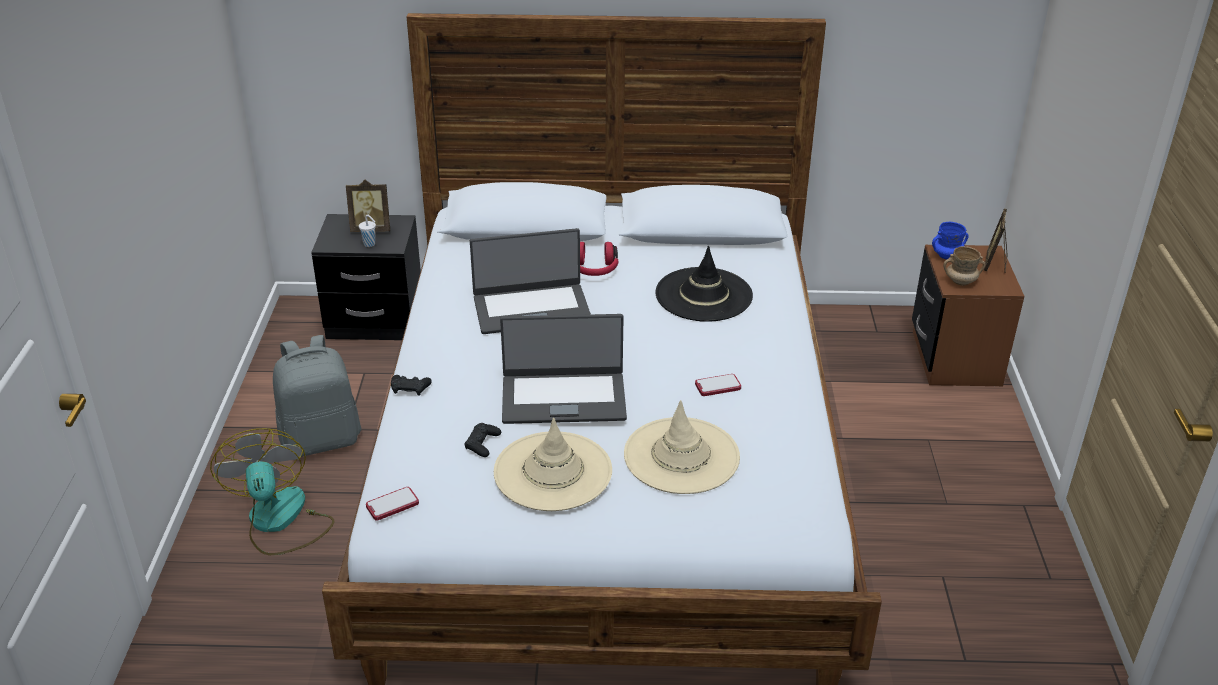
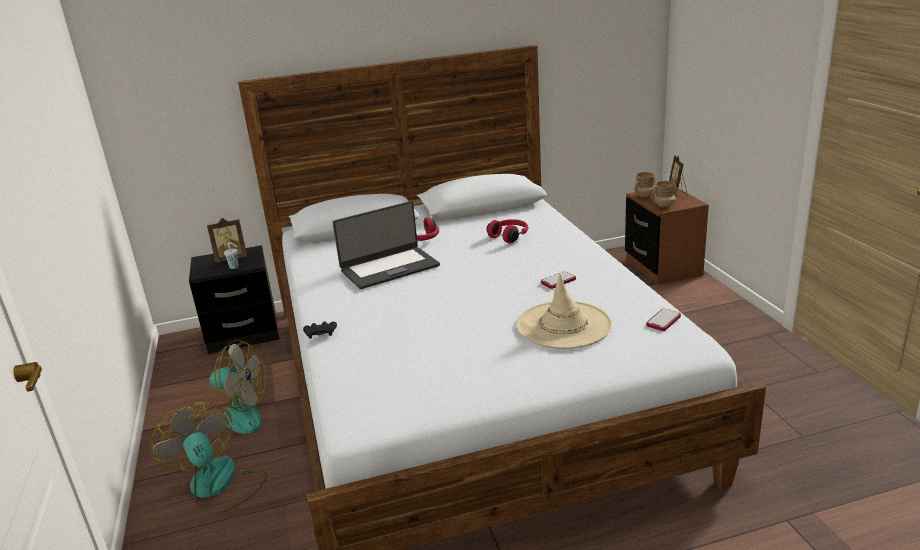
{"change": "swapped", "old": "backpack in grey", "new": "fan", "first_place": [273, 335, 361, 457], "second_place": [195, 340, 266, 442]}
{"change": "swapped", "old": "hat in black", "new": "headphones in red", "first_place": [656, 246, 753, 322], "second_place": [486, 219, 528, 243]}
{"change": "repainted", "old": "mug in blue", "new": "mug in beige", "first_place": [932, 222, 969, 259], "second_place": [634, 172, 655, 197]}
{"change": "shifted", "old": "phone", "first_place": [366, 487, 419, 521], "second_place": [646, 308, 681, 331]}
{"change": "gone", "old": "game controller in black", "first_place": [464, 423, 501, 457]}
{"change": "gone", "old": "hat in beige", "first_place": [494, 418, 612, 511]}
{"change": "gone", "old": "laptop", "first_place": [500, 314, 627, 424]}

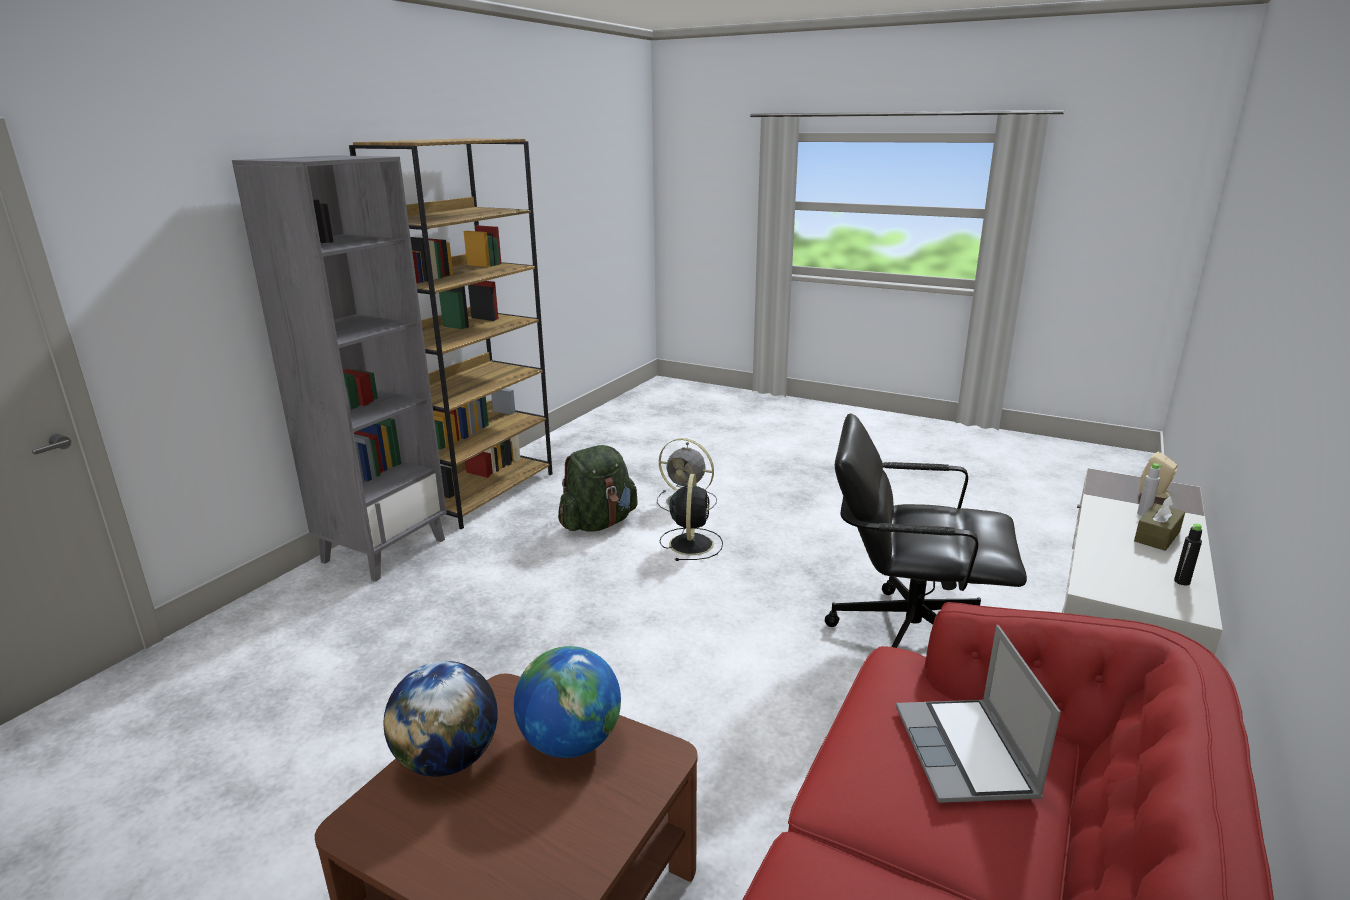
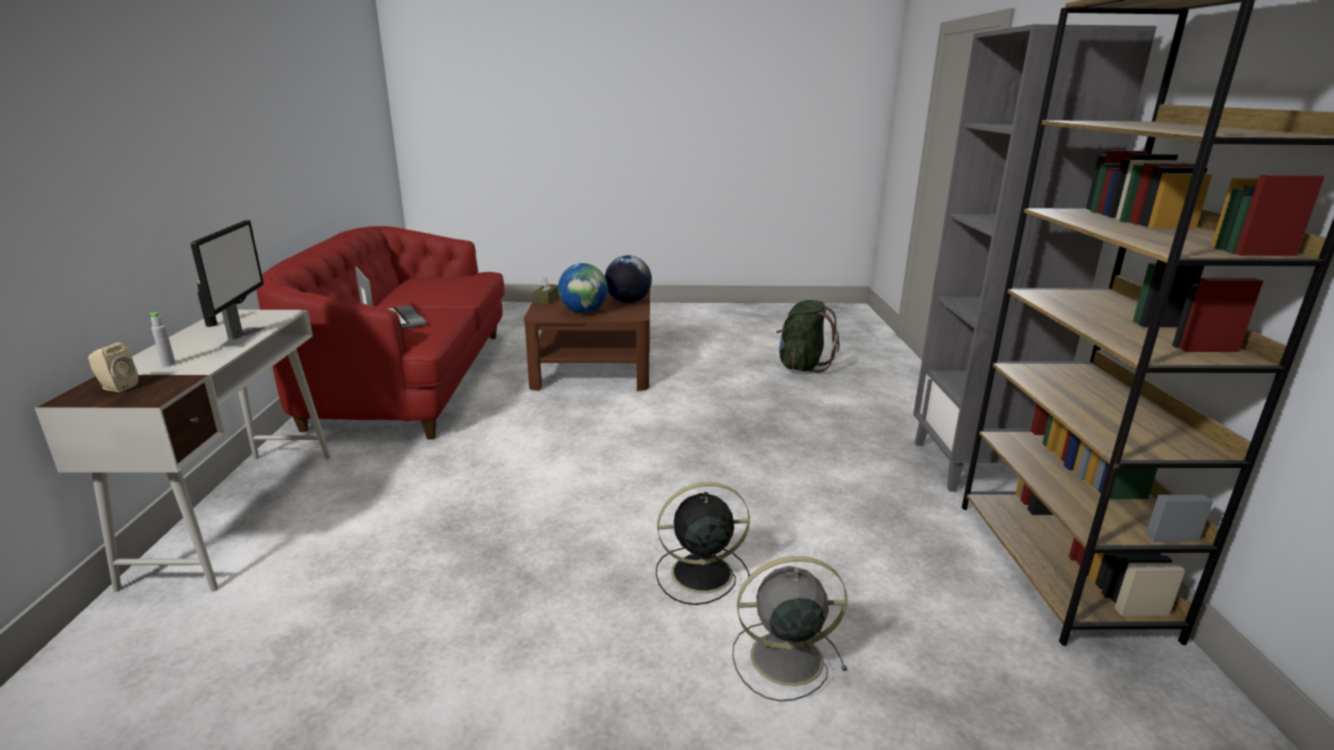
{"change": "new", "new": "monitor", "second_place": [190, 220, 266, 348]}
{"change": "shifted", "old": "tissue box in brown", "first_place": [1134, 496, 1185, 551], "second_place": [534, 277, 560, 305]}
{"change": "rotated", "old": "fan in black", "first_place": [660, 474, 723, 561], "second_place": [656, 482, 750, 605], "degrees": 105}
{"change": "shifted", "old": "backpack in green", "first_place": [558, 445, 638, 532], "second_place": [776, 300, 839, 373]}
{"change": "gone", "old": "office chair in black", "first_place": [825, 413, 1027, 648]}

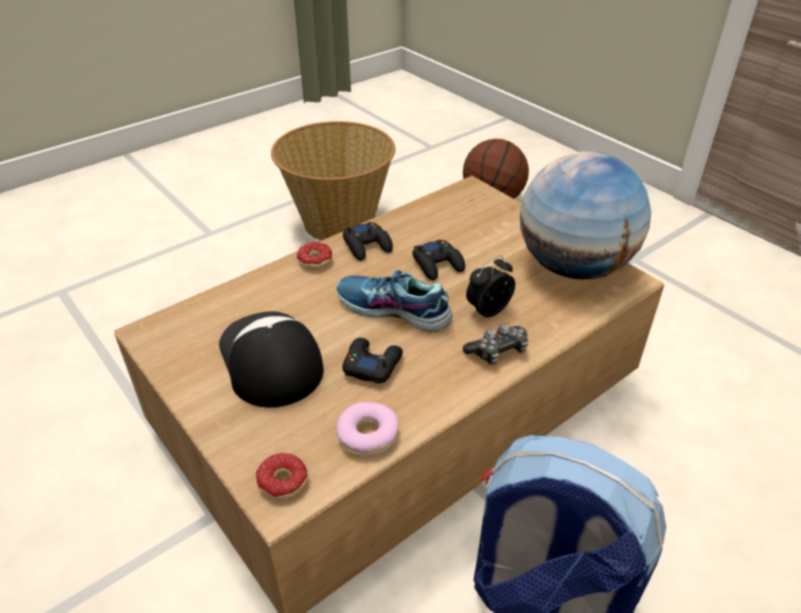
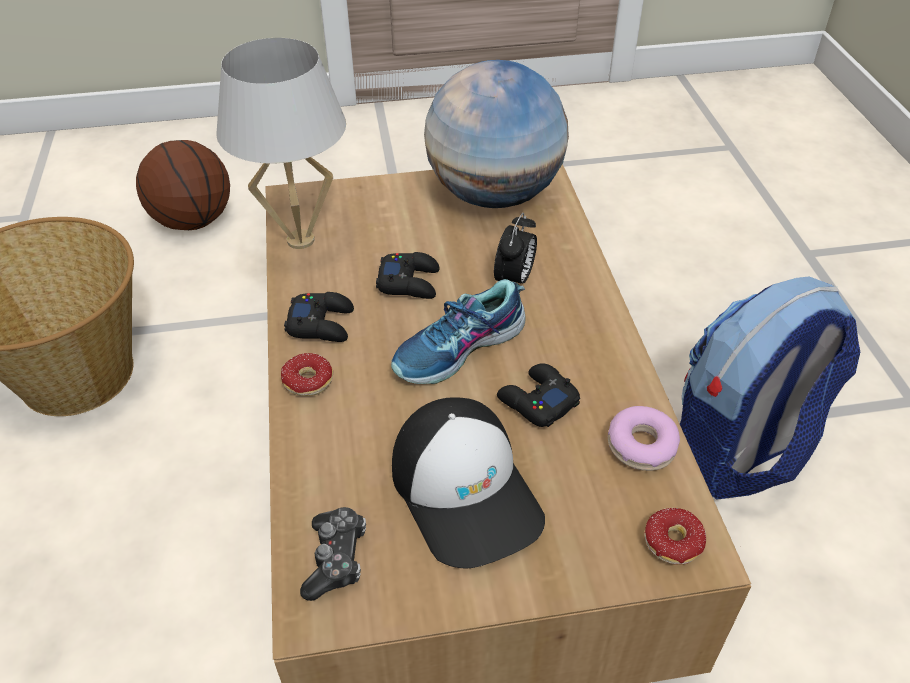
{"change": "new", "new": "table lamp in white", "second_place": [216, 38, 346, 249]}
{"change": "shifted", "old": "game controller", "first_place": [463, 324, 528, 365], "second_place": [300, 507, 366, 601]}
{"change": "rotated", "old": "cap", "first_place": [219, 311, 323, 408], "second_place": [392, 397, 545, 568], "degrees": -120}
{"change": "rotated", "old": "alarm clock", "first_place": [466, 256, 515, 317], "second_place": [494, 213, 537, 283], "degrees": -150}

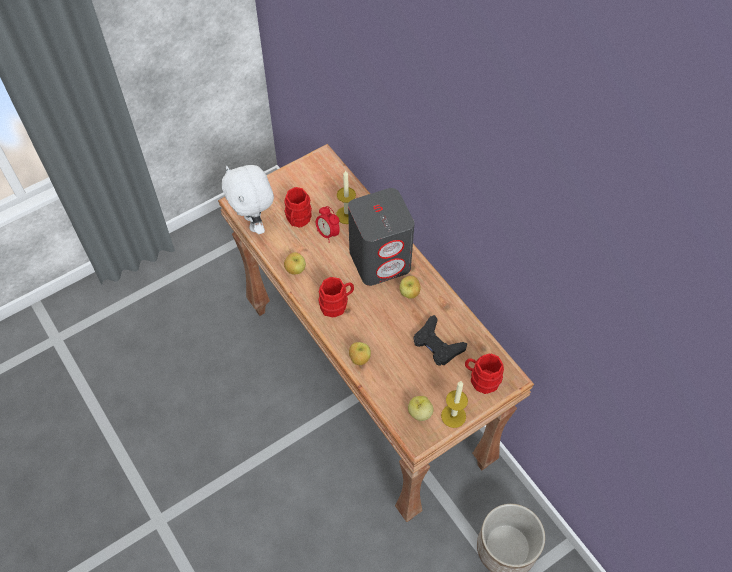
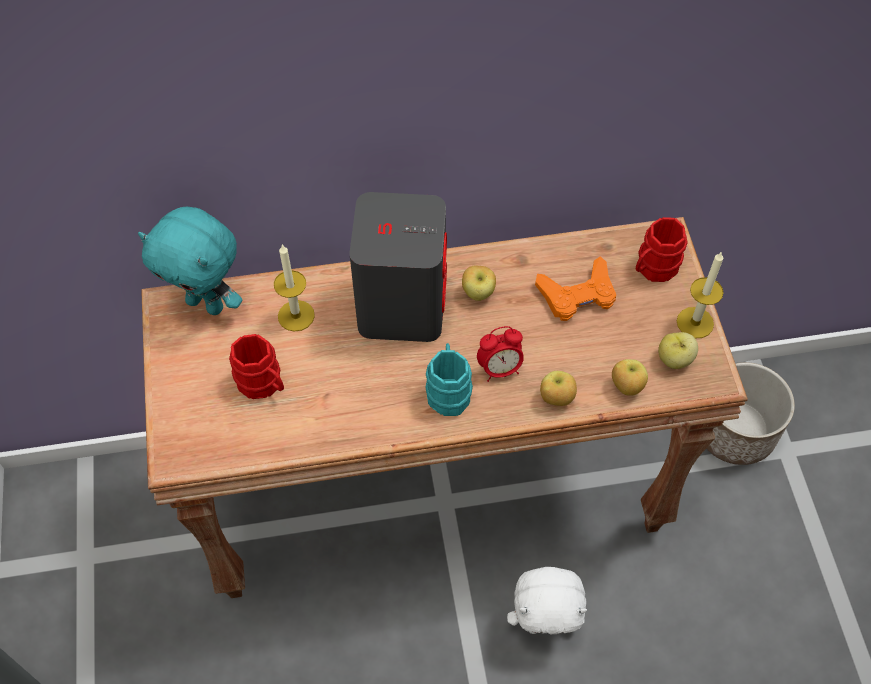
{"change": "new", "new": "plush toy in turquoise", "second_place": [138, 207, 242, 315]}
{"change": "repainted", "old": "mug in red", "new": "mug in turquoise", "first_place": [318, 277, 354, 317], "second_place": [425, 343, 473, 416]}
{"change": "shifted", "old": "alarm clock", "first_place": [316, 206, 340, 243], "second_place": [477, 326, 524, 382]}
{"change": "shifted", "old": "plush toy in white", "first_place": [222, 165, 274, 234], "second_place": [507, 567, 587, 635]}
{"change": "repainted", "old": "game controller in black", "new": "game controller in orange", "first_place": [413, 315, 467, 366], "second_place": [535, 256, 616, 321]}
{"change": "shifted", "old": "apple", "first_place": [284, 252, 306, 275], "second_place": [612, 359, 648, 396]}

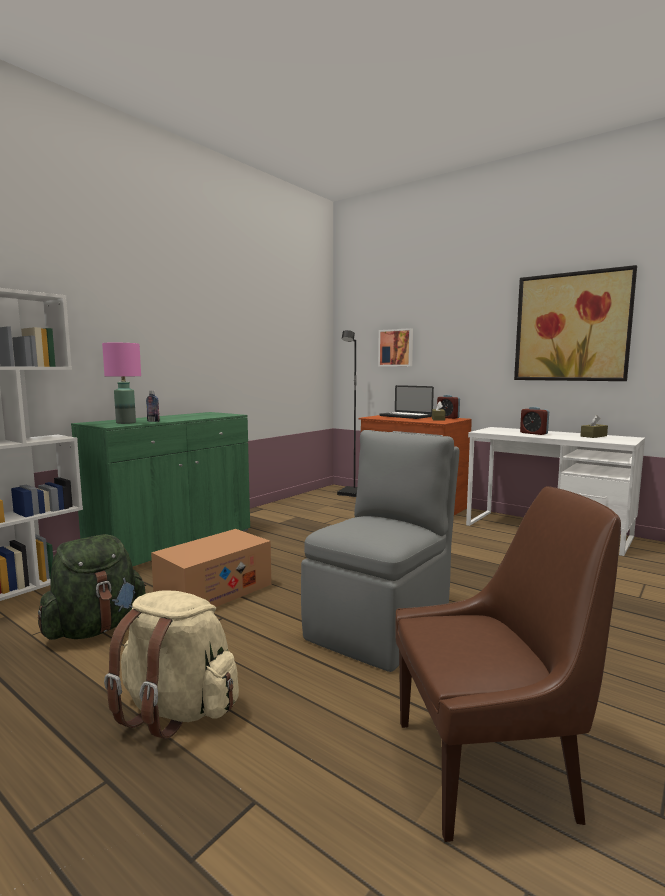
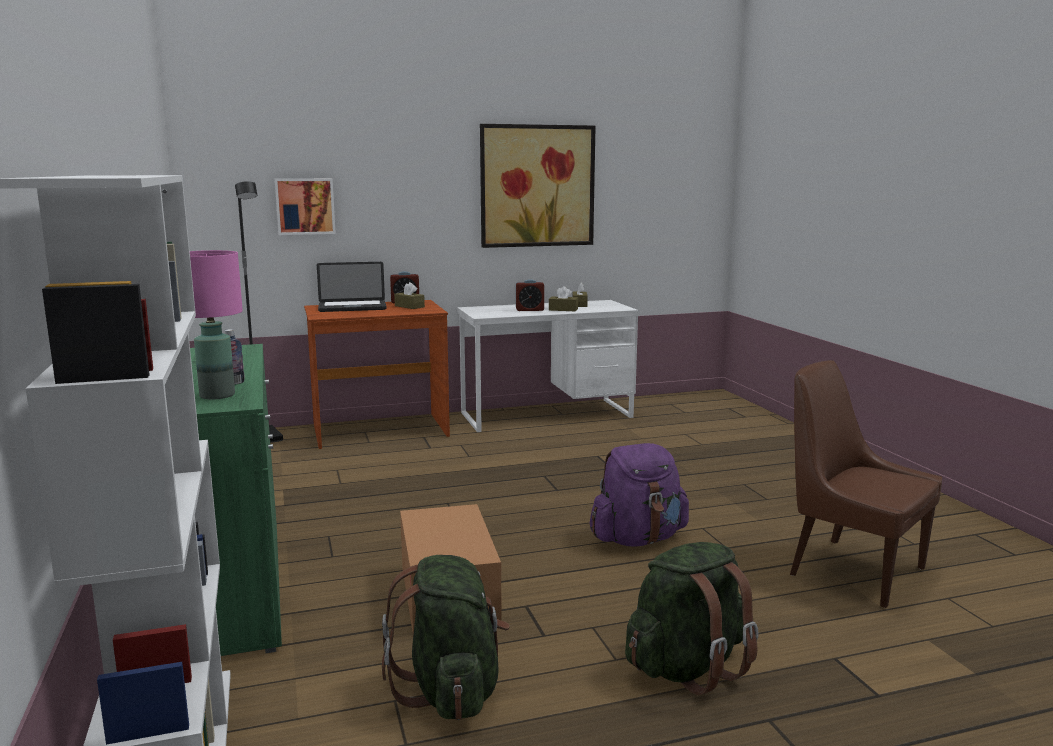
{"change": "new", "new": "tissue box in brown", "second_place": [549, 286, 578, 311]}
{"change": "swapped", "old": "chair in grey", "new": "backpack in purple", "first_place": [301, 430, 459, 672], "second_place": [590, 443, 689, 546]}
{"change": "repainted", "old": "backpack in beige", "new": "backpack in green", "first_place": [104, 590, 239, 739], "second_place": [625, 542, 759, 695]}
{"change": "rotated", "old": "chair in brown", "first_place": [395, 486, 621, 842], "second_place": [790, 360, 942, 608], "degrees": -75}

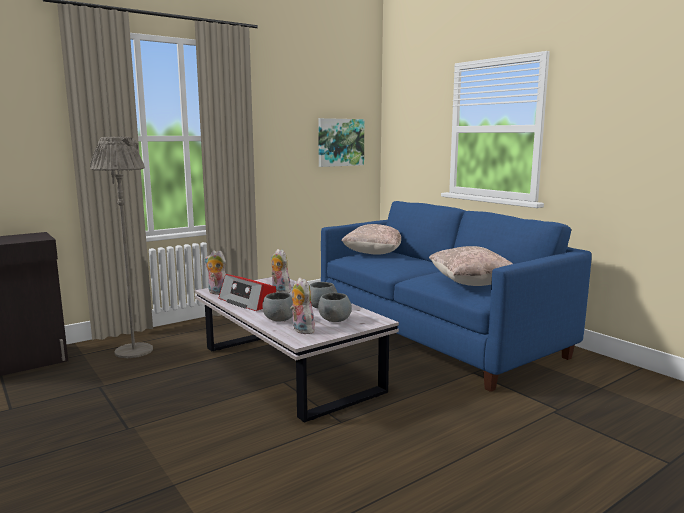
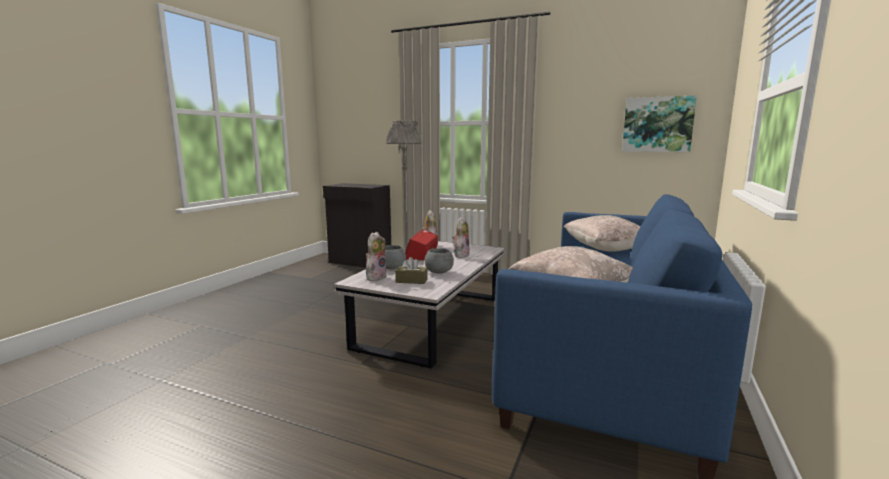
{"change": "swapped", "old": "bowl in grey", "new": "tissue box in brown", "first_place": [318, 293, 352, 322], "second_place": [395, 257, 428, 284]}

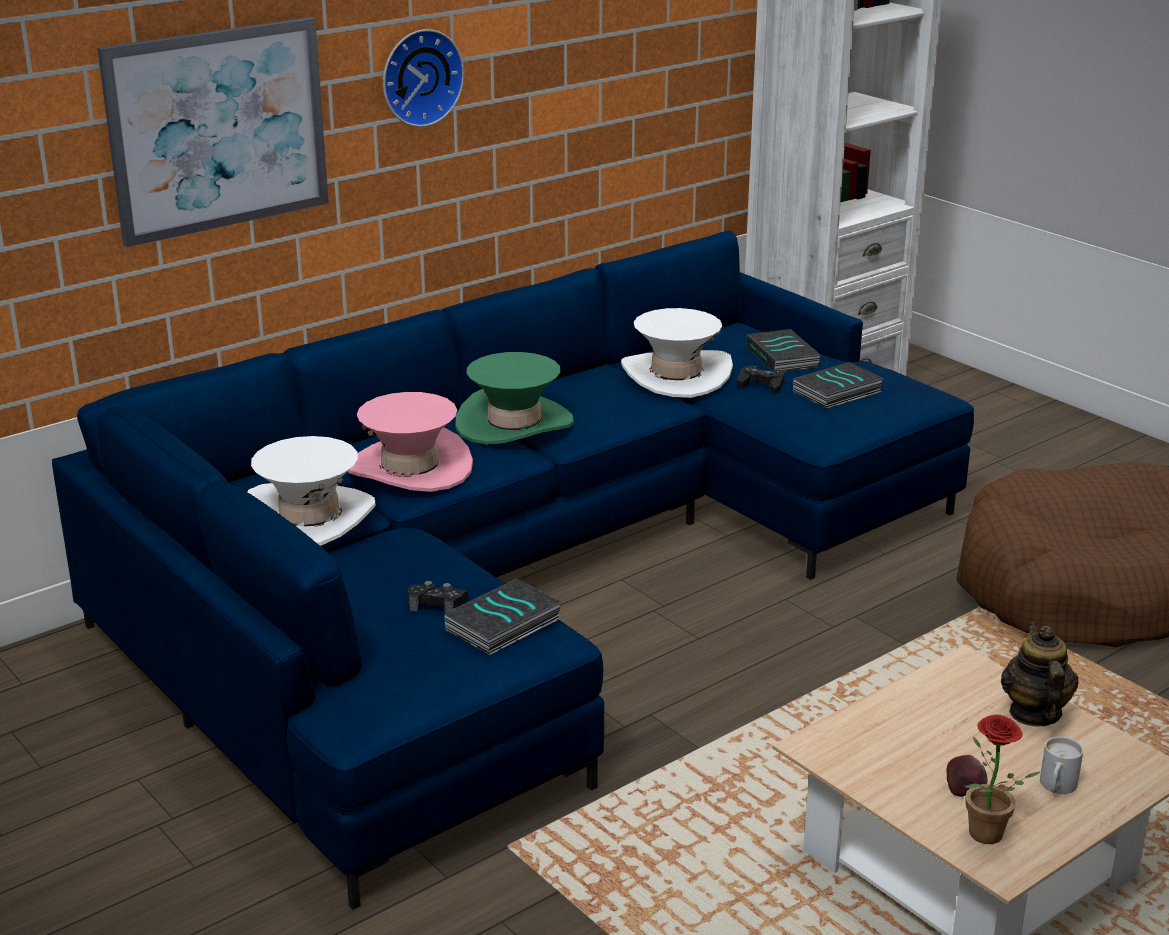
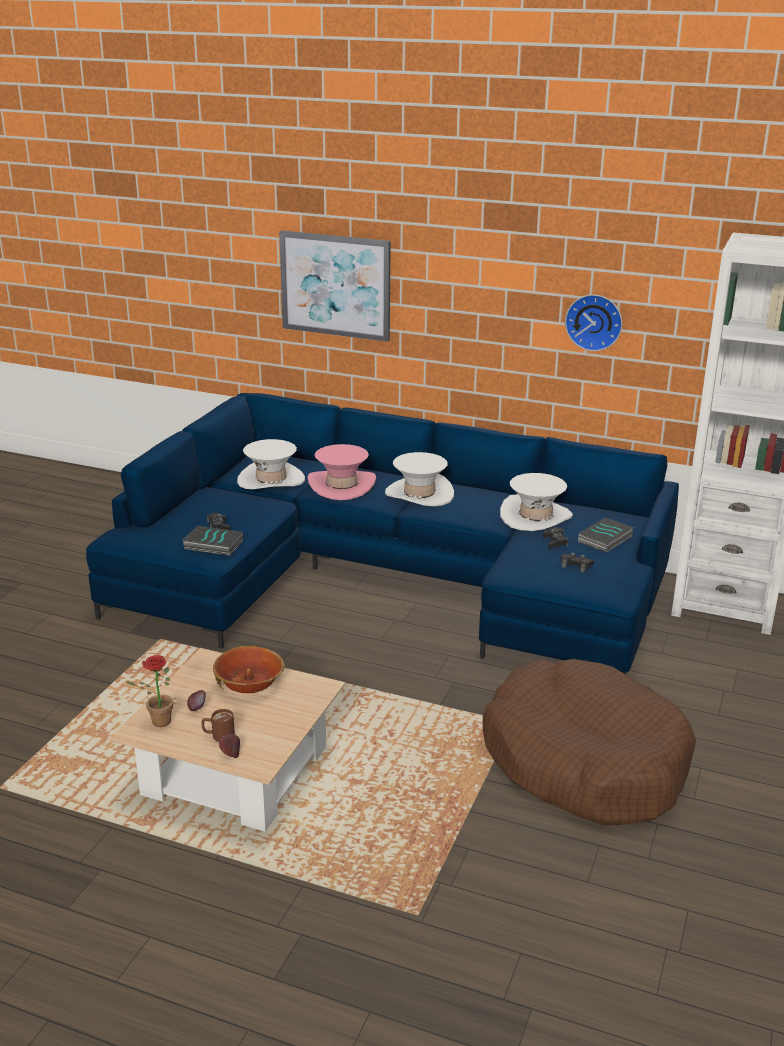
{"change": "repainted", "old": "mug in white", "new": "mug in brown", "first_place": [1040, 737, 1083, 794], "second_place": [201, 709, 235, 742]}
{"change": "new", "new": "bowl", "second_place": [213, 645, 285, 693]}
{"change": "new", "new": "apple", "second_place": [219, 734, 240, 758]}
{"change": "repainted", "old": "hat in green", "new": "hat in white", "first_place": [455, 352, 574, 445], "second_place": [385, 452, 454, 507]}
{"change": "swapped", "old": "book", "new": "game controller in black", "first_place": [793, 362, 884, 409], "second_place": [561, 553, 594, 572]}
{"change": "shifted", "old": "wall clock", "first_place": [383, 29, 464, 127], "second_place": [565, 294, 622, 351]}
{"change": "gone", "old": "teapot", "first_place": [1001, 622, 1079, 727]}

